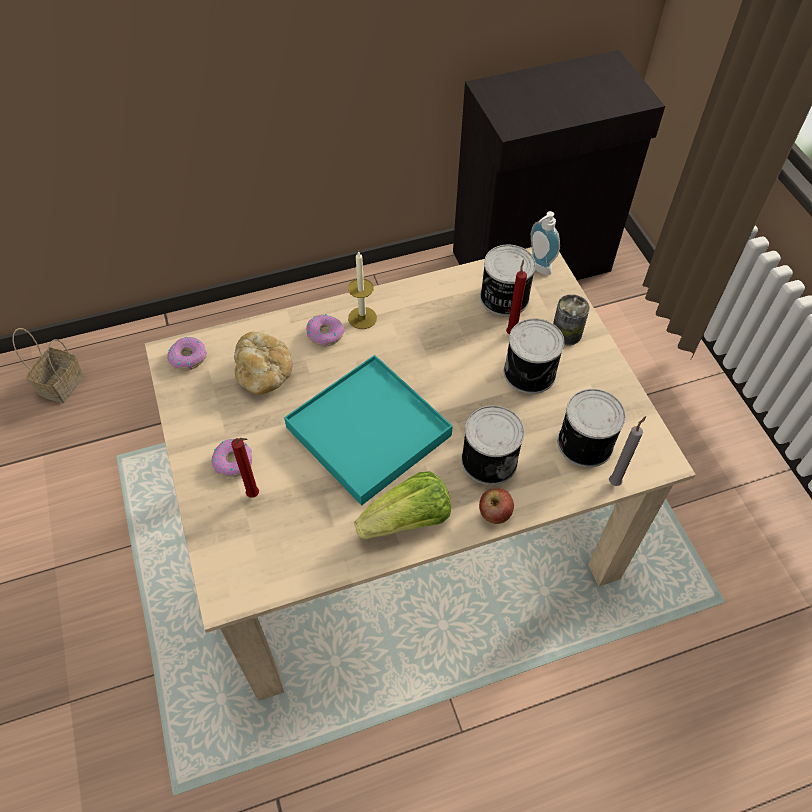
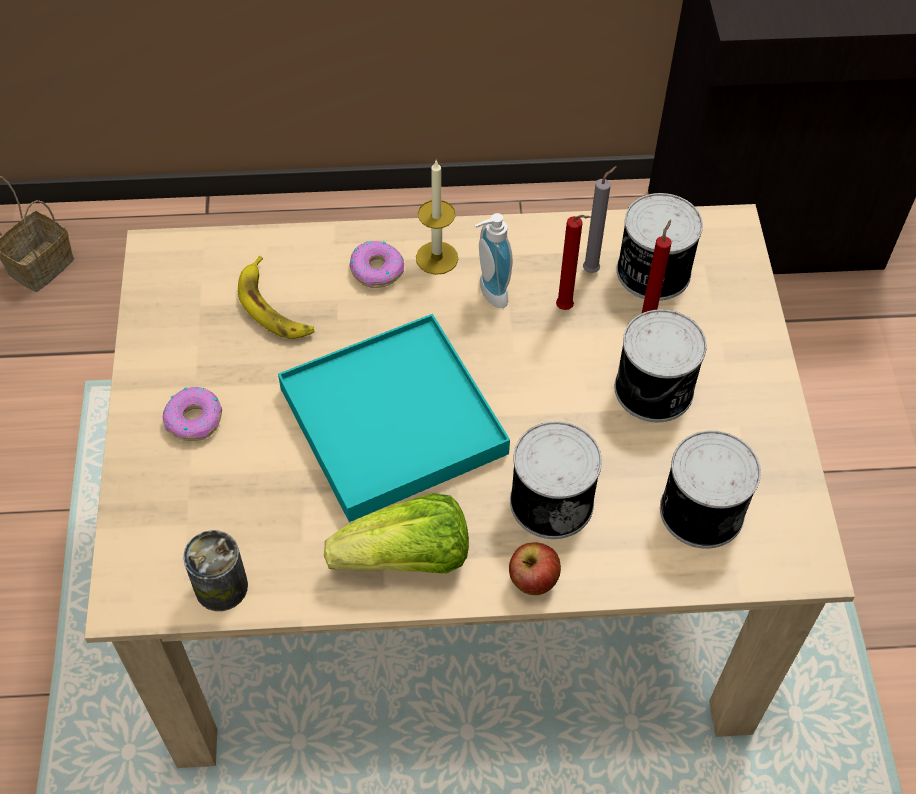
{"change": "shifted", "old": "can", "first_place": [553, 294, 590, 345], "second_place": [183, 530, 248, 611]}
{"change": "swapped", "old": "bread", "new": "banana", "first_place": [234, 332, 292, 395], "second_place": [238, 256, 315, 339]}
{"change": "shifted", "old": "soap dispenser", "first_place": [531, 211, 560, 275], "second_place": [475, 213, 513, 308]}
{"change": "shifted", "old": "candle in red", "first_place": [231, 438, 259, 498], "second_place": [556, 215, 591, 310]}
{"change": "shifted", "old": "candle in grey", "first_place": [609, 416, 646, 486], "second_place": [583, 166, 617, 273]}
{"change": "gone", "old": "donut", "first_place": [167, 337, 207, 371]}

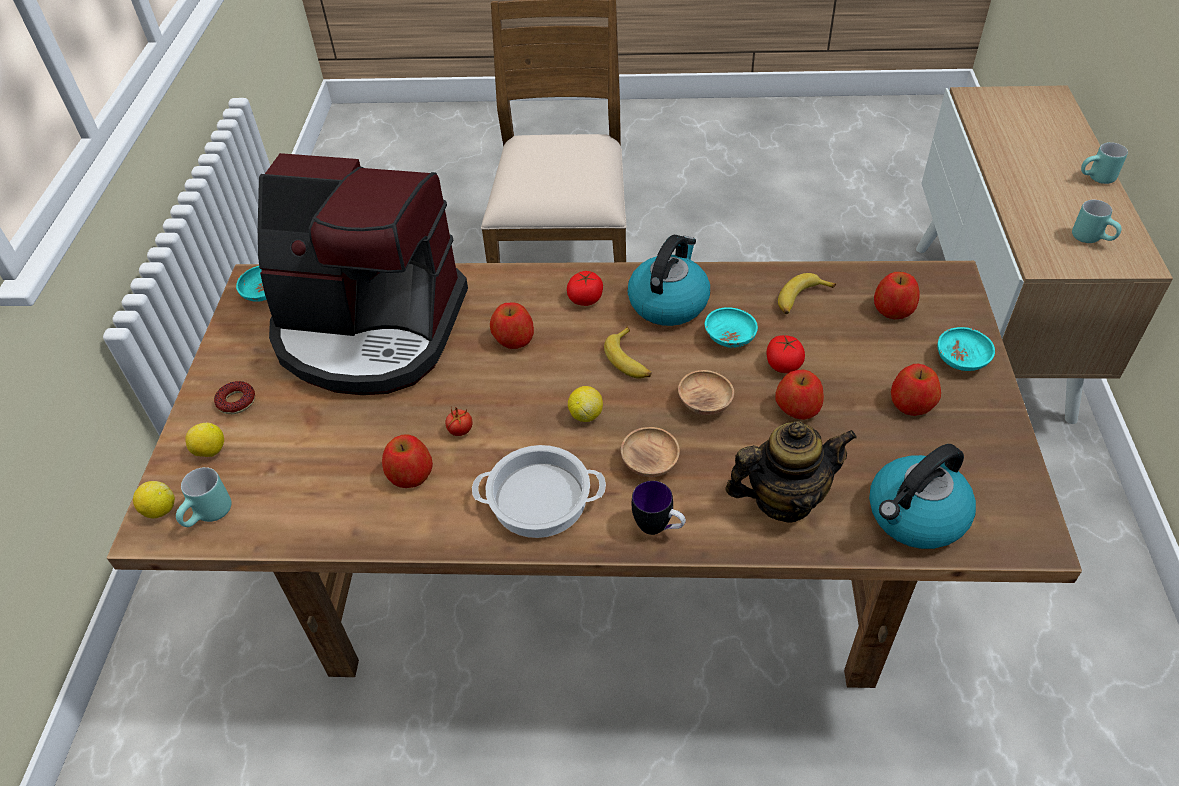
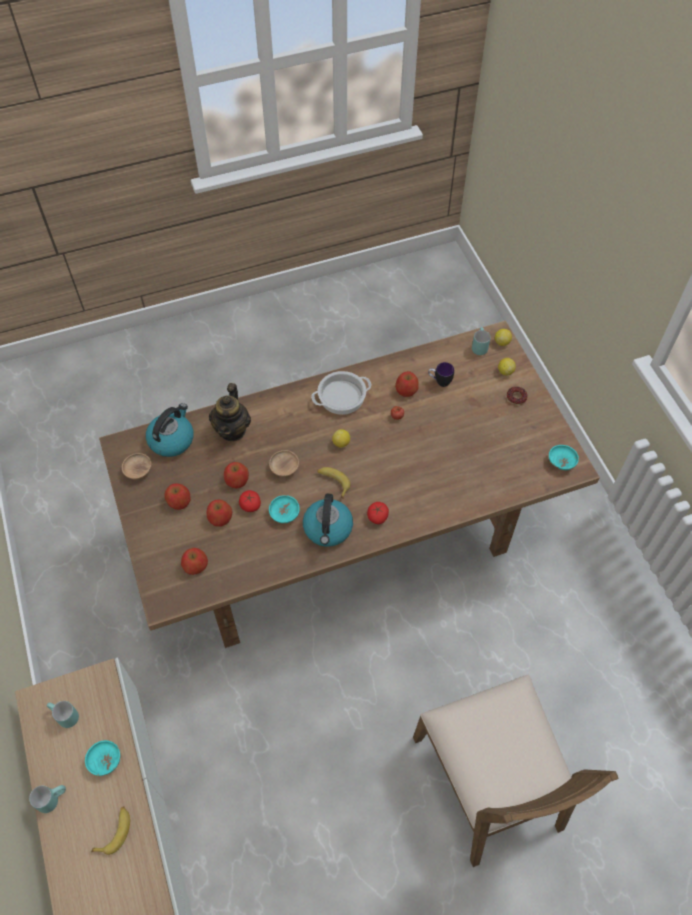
{"change": "shifted", "old": "bowl in turquoise", "first_place": [937, 327, 995, 371], "second_place": [85, 740, 120, 776]}
{"change": "shifted", "old": "banana", "first_place": [778, 273, 836, 314], "second_place": [91, 806, 130, 855]}
{"change": "shifted", "old": "bowl in brown", "first_place": [621, 427, 680, 477], "second_place": [122, 453, 151, 479]}
{"change": "shifted", "old": "apple", "first_place": [490, 302, 534, 349], "second_place": [206, 500, 232, 527]}
{"change": "rotated", "old": "teapot", "first_place": [725, 421, 857, 523], "second_place": [209, 383, 251, 441], "degrees": -45}
{"change": "shifted", "old": "mug", "first_place": [632, 481, 686, 535], "second_place": [428, 362, 454, 387]}
{"change": "gone", "old": "coffee machine", "first_place": [258, 153, 468, 395]}

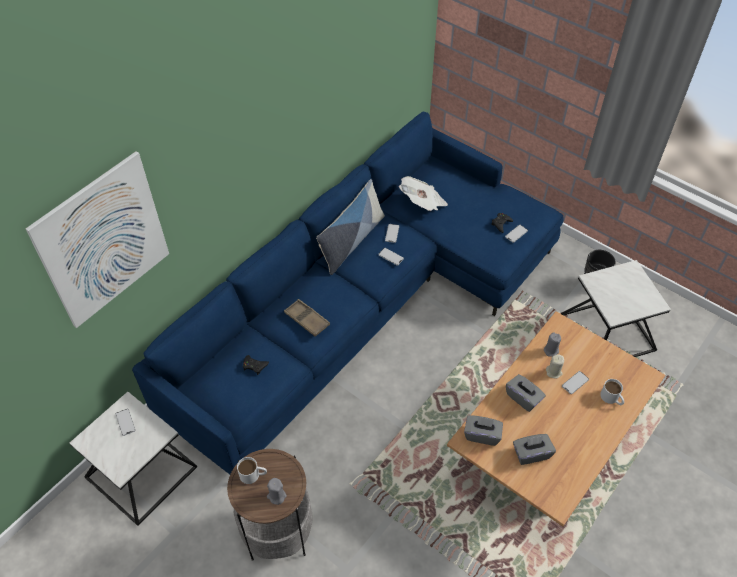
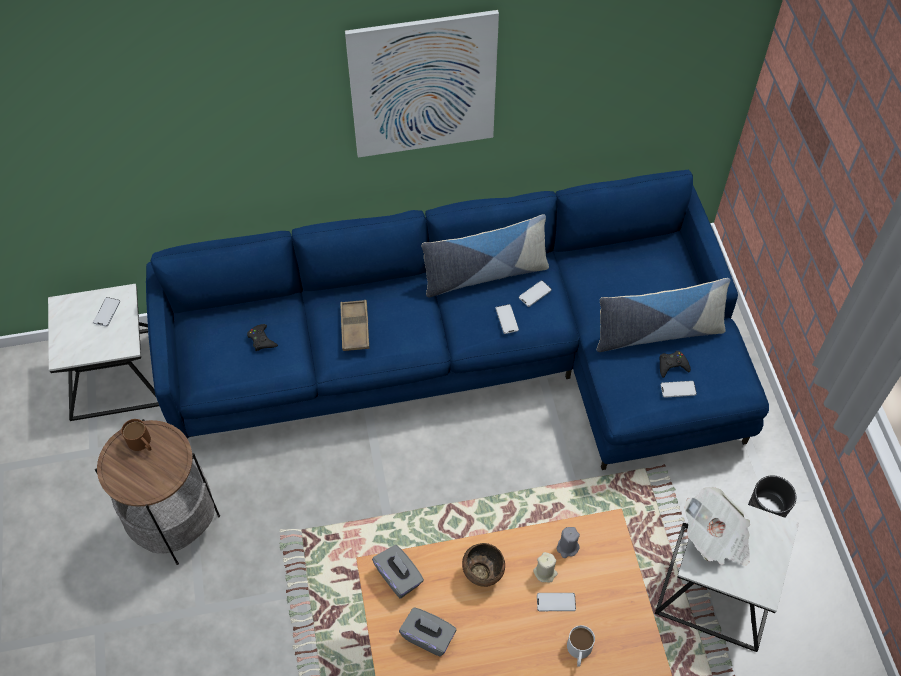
{"change": "repainted", "old": "mug in white", "new": "mug in brown", "first_place": [237, 457, 267, 484], "second_place": [121, 419, 152, 451]}
{"change": "shifted", "old": "picture", "first_place": [26, 151, 169, 328], "second_place": [345, 10, 499, 158]}
{"change": "swapped", "old": "tissue box in grey", "new": "bowl in brown", "first_place": [506, 374, 546, 412], "second_place": [462, 543, 505, 587]}
{"change": "new", "new": "pillow", "second_place": [597, 278, 730, 352]}
{"change": "shifted", "old": "newspaper", "first_place": [399, 176, 448, 211], "second_place": [685, 487, 750, 566]}
{"change": "gone", "old": "candle in grey", "first_place": [267, 478, 287, 505]}

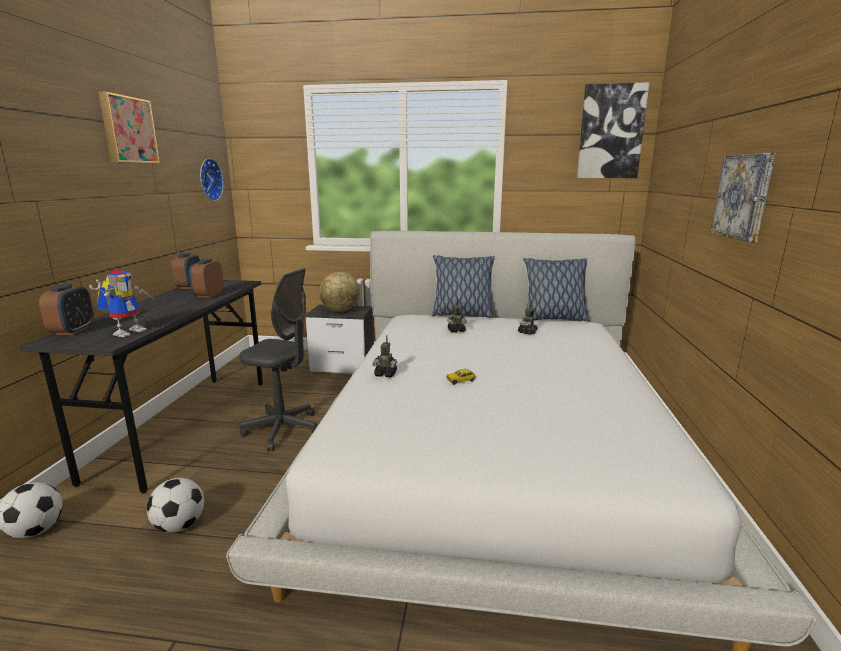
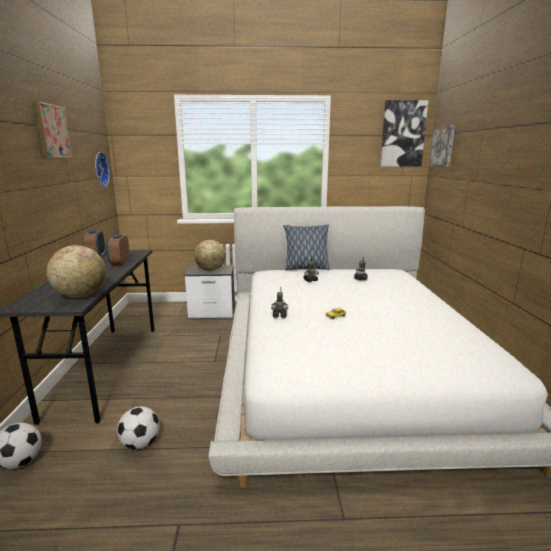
{"change": "swapped", "old": "toy robot", "new": "globe", "first_place": [89, 269, 153, 337], "second_place": [47, 245, 106, 298]}
{"change": "shifted", "old": "picture", "first_place": [710, 153, 775, 242], "second_place": [429, 125, 455, 167]}
{"change": "gone", "old": "alarm clock", "first_place": [39, 284, 94, 335]}
{"change": "gone", "old": "office chair in grey", "first_place": [239, 268, 317, 451]}
{"change": "gone", "old": "pillow", "first_place": [523, 258, 589, 321]}

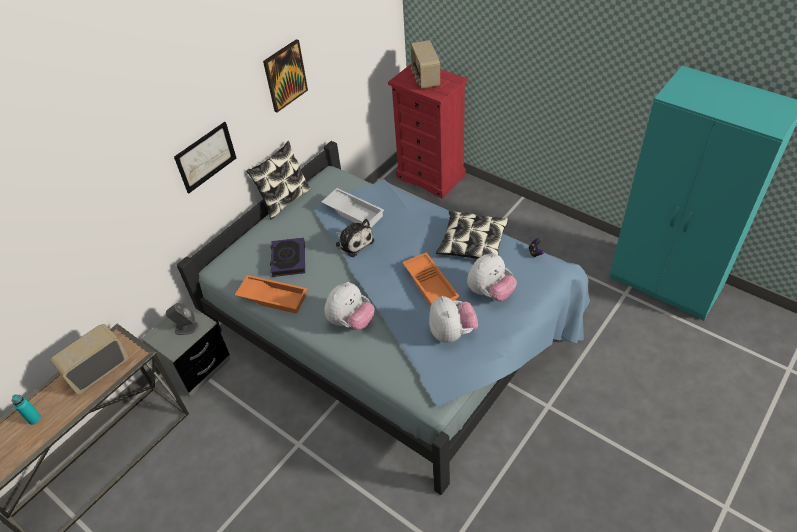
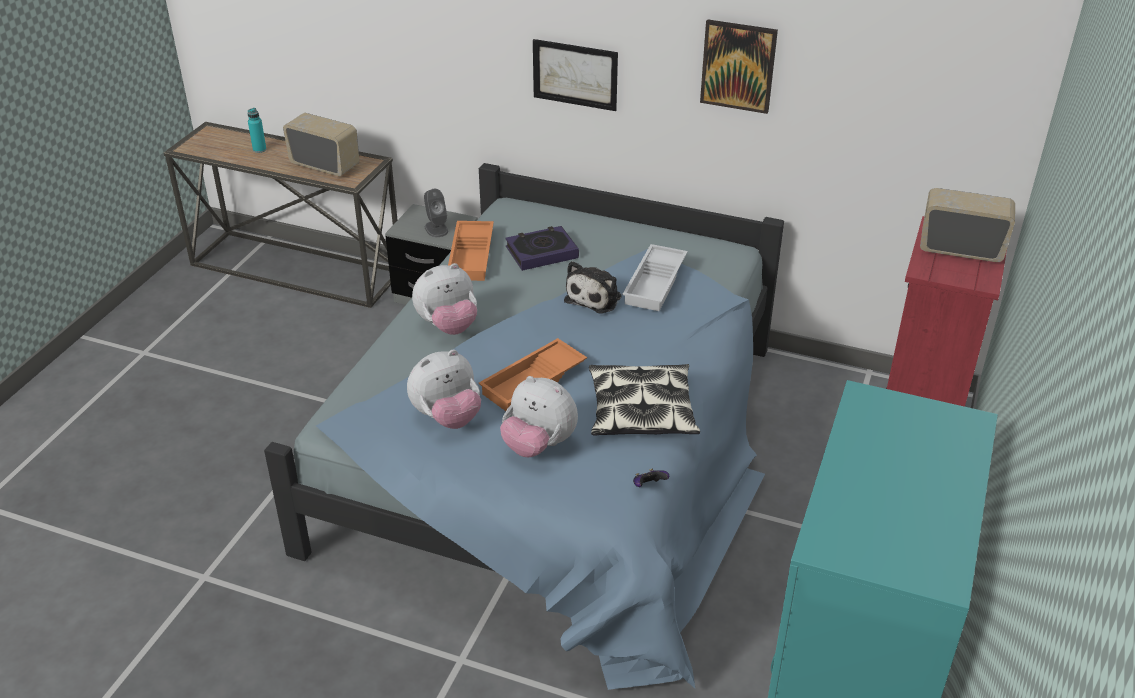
{"change": "rotated", "old": "plush toy", "first_place": [325, 282, 375, 330], "second_place": [412, 263, 477, 335], "degrees": -45}
{"change": "rotated", "old": "radio", "first_place": [410, 40, 440, 89], "second_place": [920, 188, 1015, 262], "degrees": 45}
{"change": "gone", "old": "pillow", "first_place": [246, 141, 311, 220]}

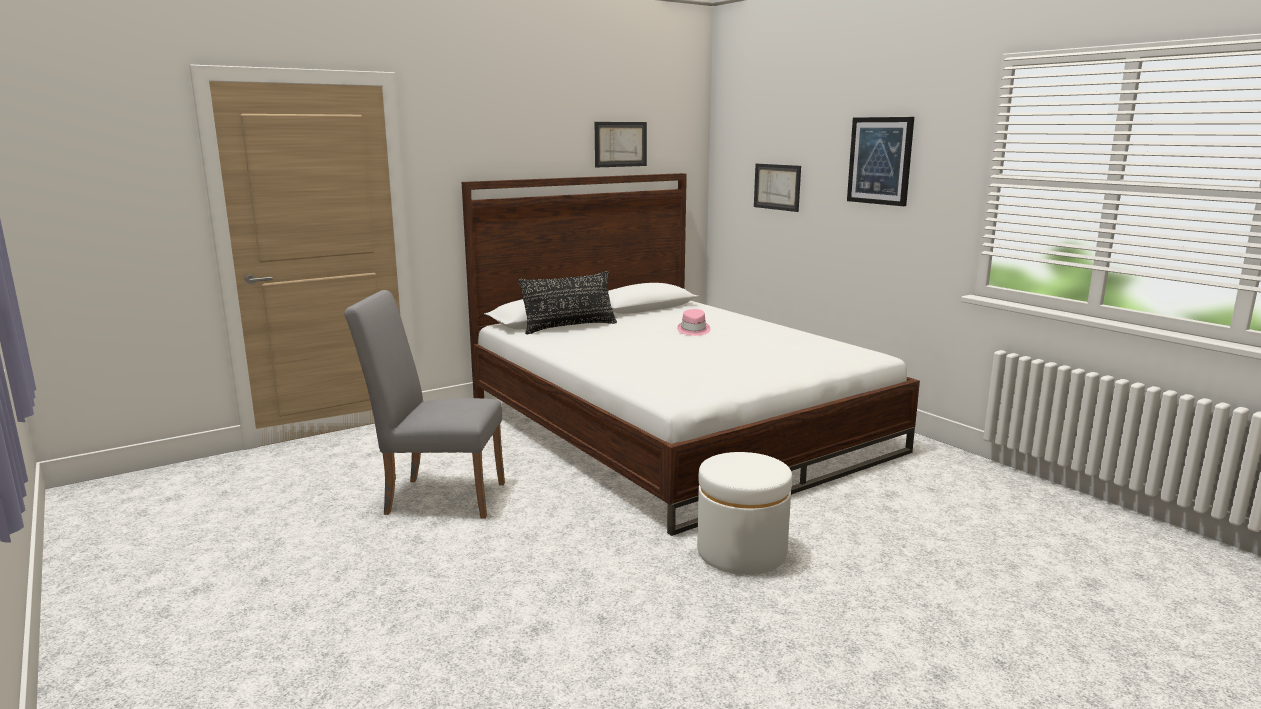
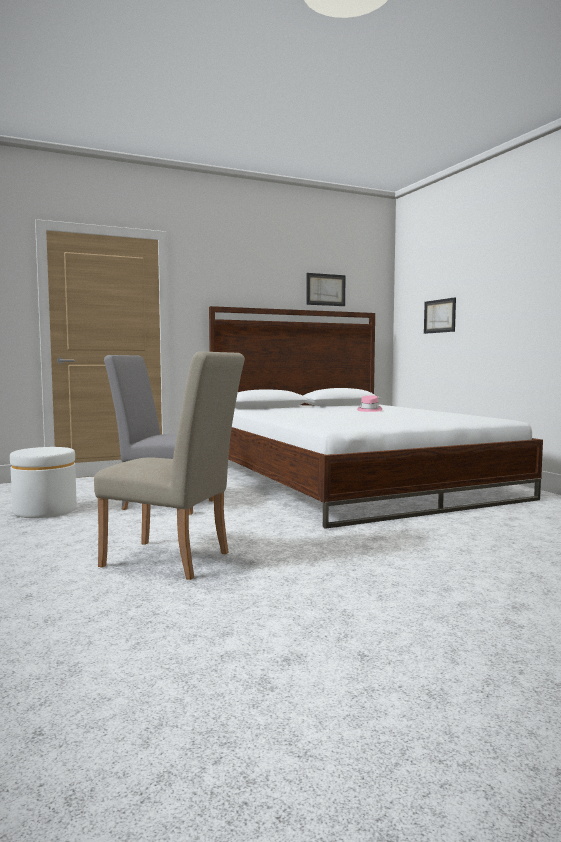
{"change": "shifted", "old": "ottoman in white", "first_place": [697, 452, 792, 575], "second_place": [10, 447, 77, 518]}
{"change": "new", "new": "chair in beige", "second_place": [94, 351, 245, 580]}
{"change": "gone", "old": "pillow in black", "first_place": [518, 271, 617, 334]}
{"change": "gone", "old": "picture", "first_place": [847, 117, 914, 206]}

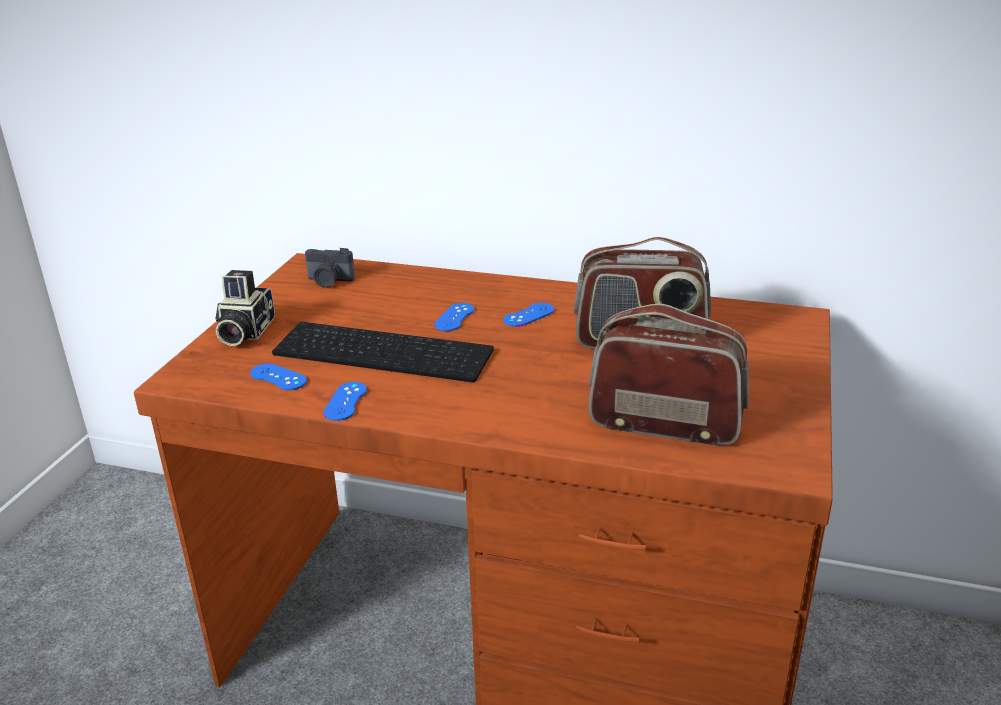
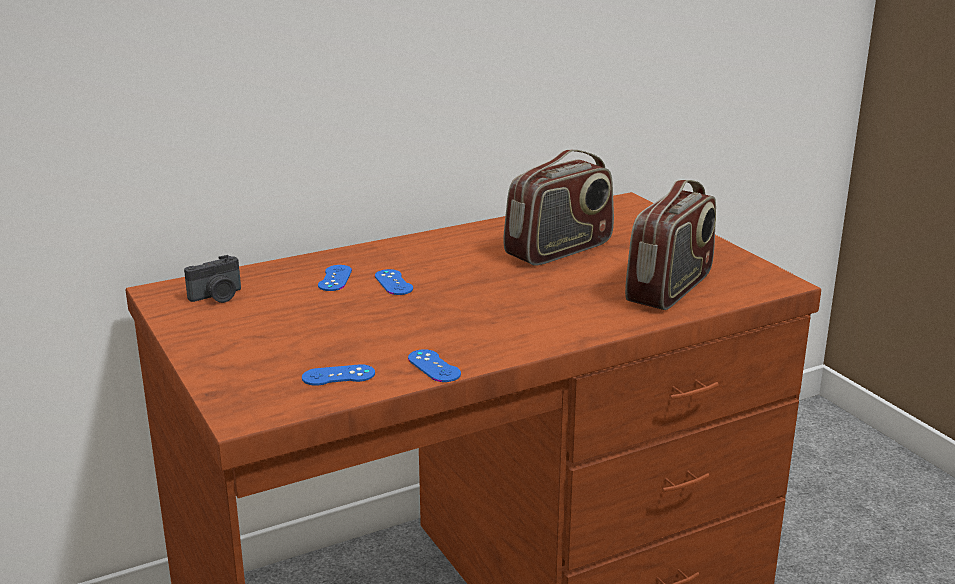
{"change": "shifted", "old": "game controller in blue", "first_place": [503, 303, 555, 327], "second_place": [318, 265, 352, 291]}
{"change": "rotated", "old": "radio", "first_place": [589, 304, 749, 445], "second_place": [625, 180, 716, 310], "degrees": 150}
{"change": "gone", "old": "photo camera", "first_place": [215, 270, 275, 346]}
{"change": "gone", "old": "keyboard", "first_place": [272, 322, 494, 382]}

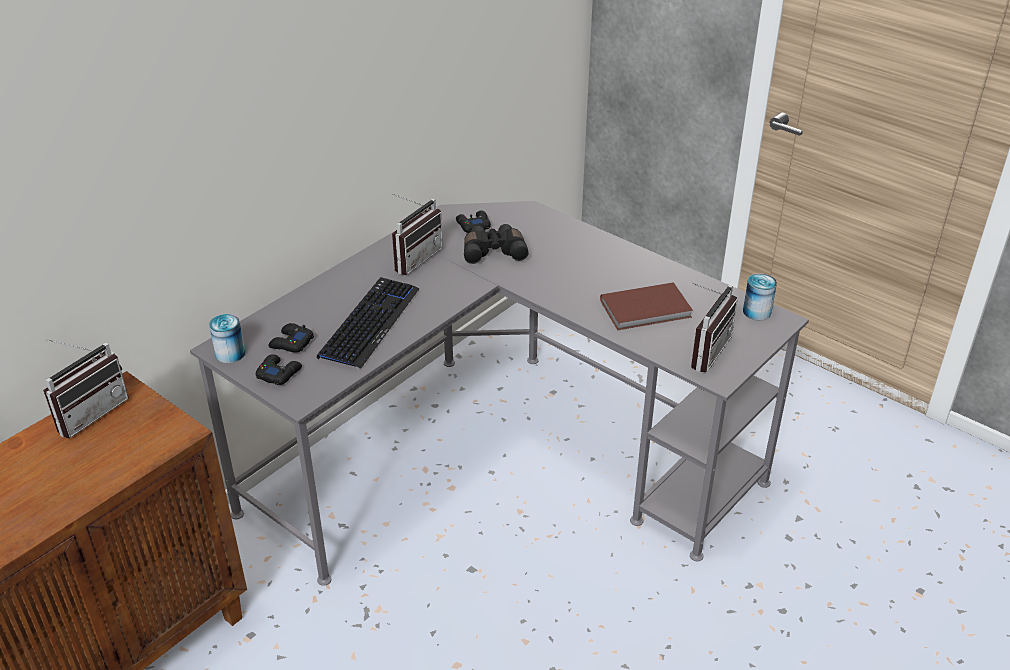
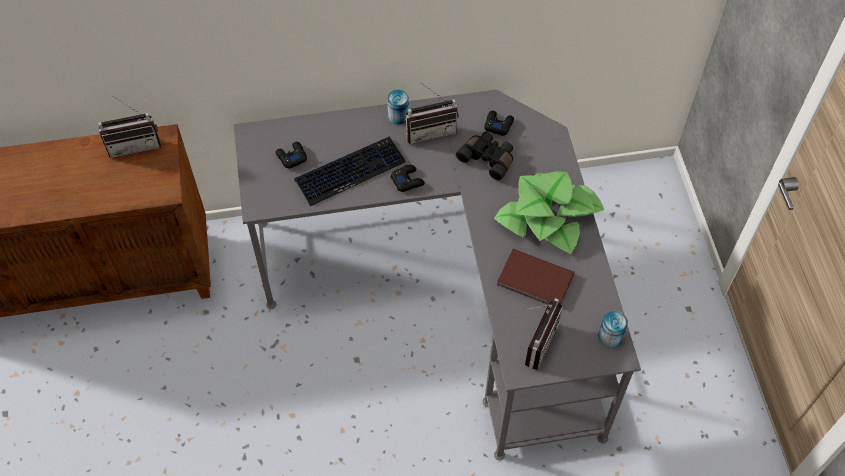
{"change": "shifted", "old": "can", "first_place": [209, 314, 245, 363], "second_place": [387, 90, 409, 125]}
{"change": "shifted", "old": "game controller in black", "first_place": [256, 354, 302, 385], "second_place": [390, 165, 425, 192]}
{"change": "new", "new": "potted plant", "second_place": [494, 171, 604, 254]}
{"change": "rotated", "old": "radio", "first_place": [691, 283, 738, 372], "second_place": [524, 298, 563, 370], "degrees": -45}

